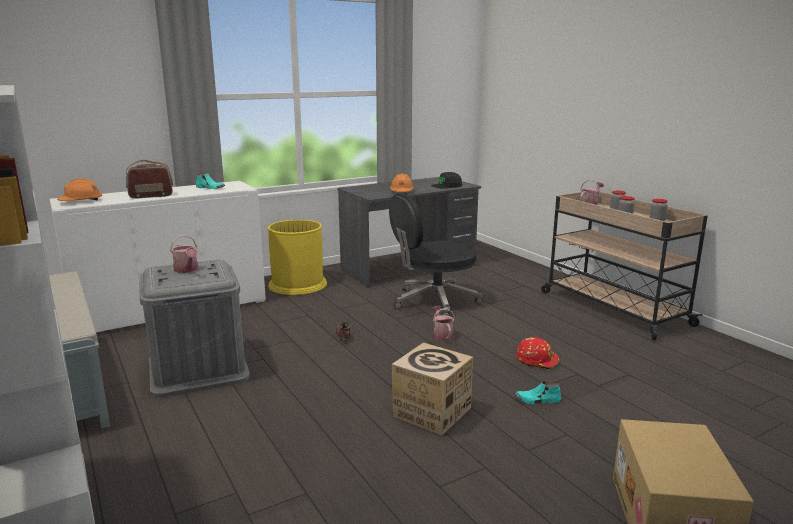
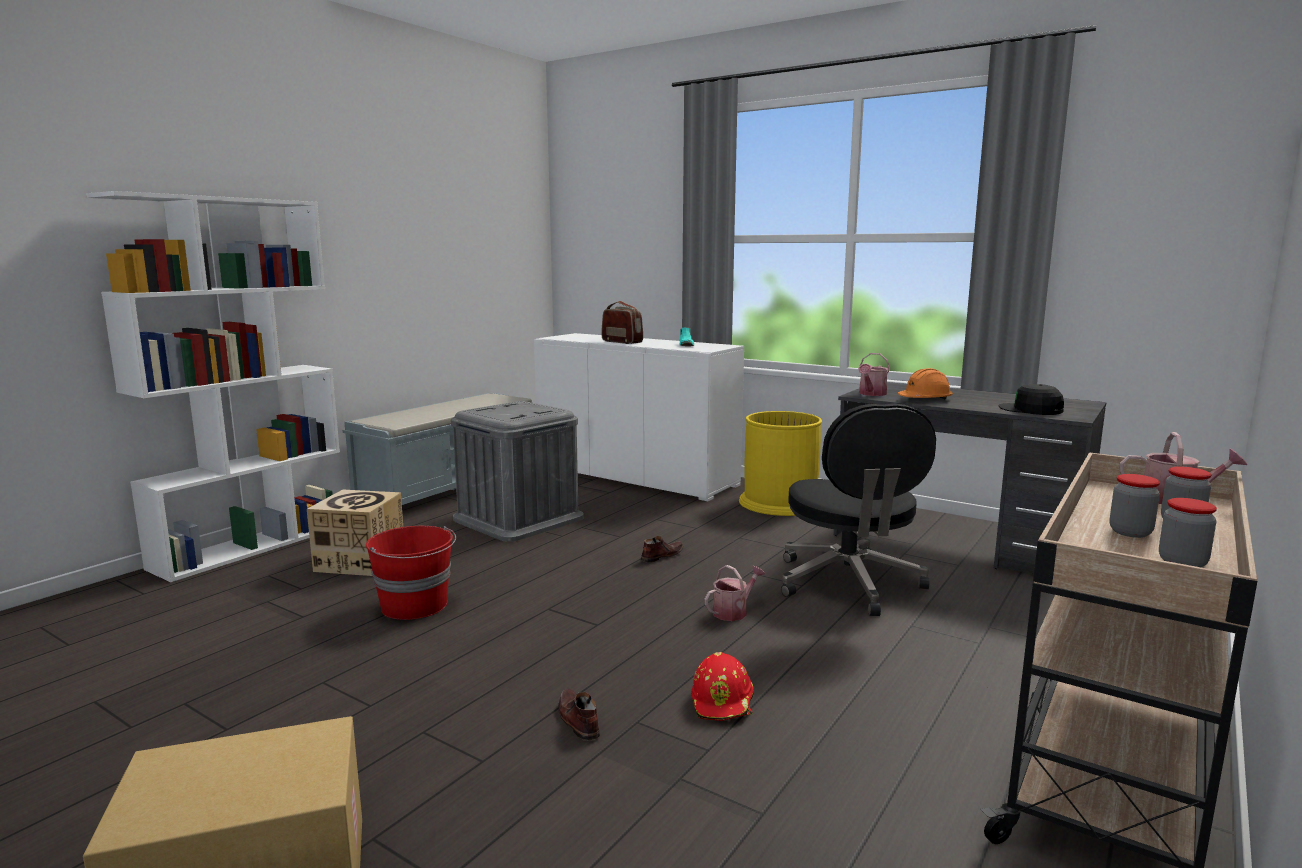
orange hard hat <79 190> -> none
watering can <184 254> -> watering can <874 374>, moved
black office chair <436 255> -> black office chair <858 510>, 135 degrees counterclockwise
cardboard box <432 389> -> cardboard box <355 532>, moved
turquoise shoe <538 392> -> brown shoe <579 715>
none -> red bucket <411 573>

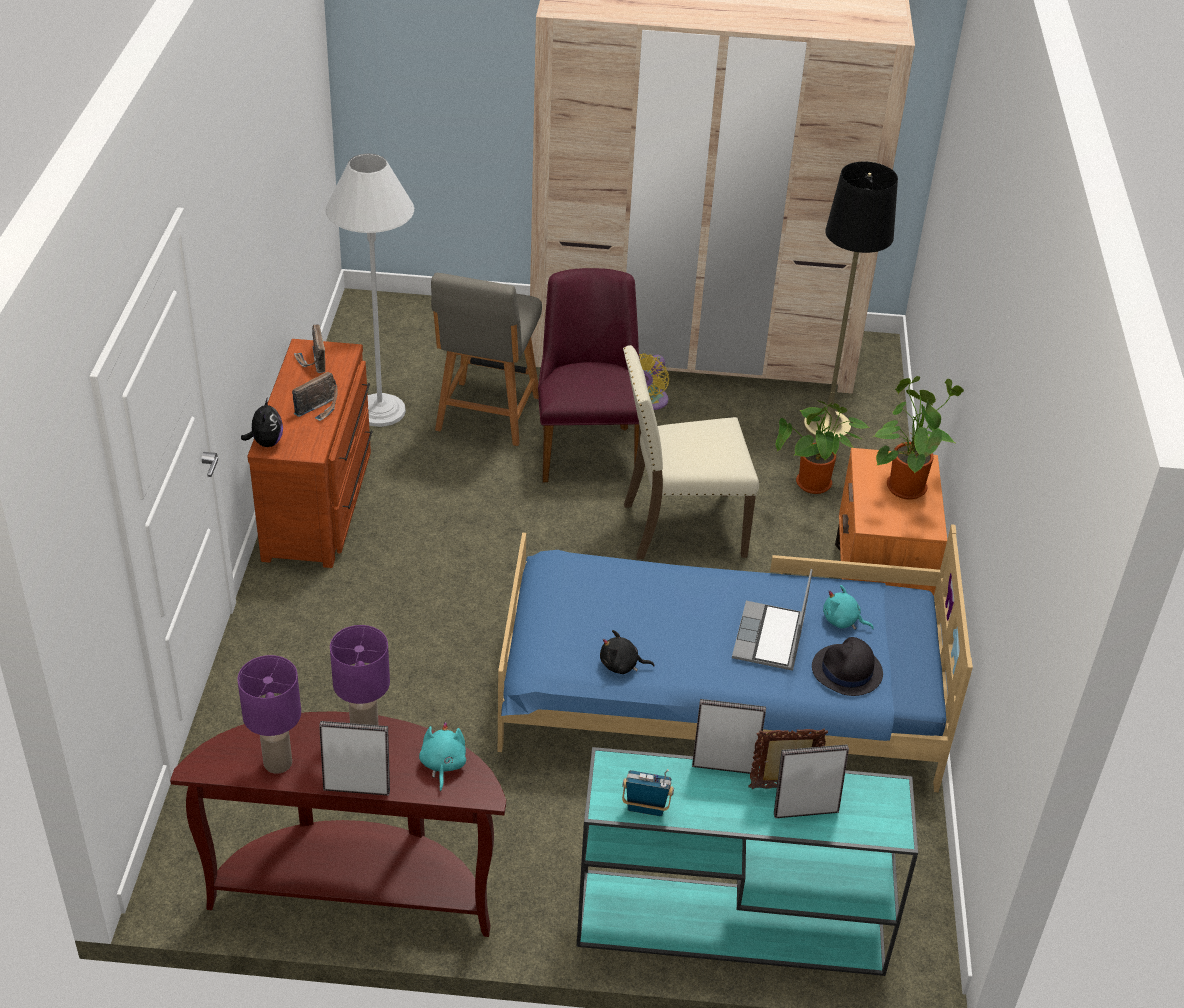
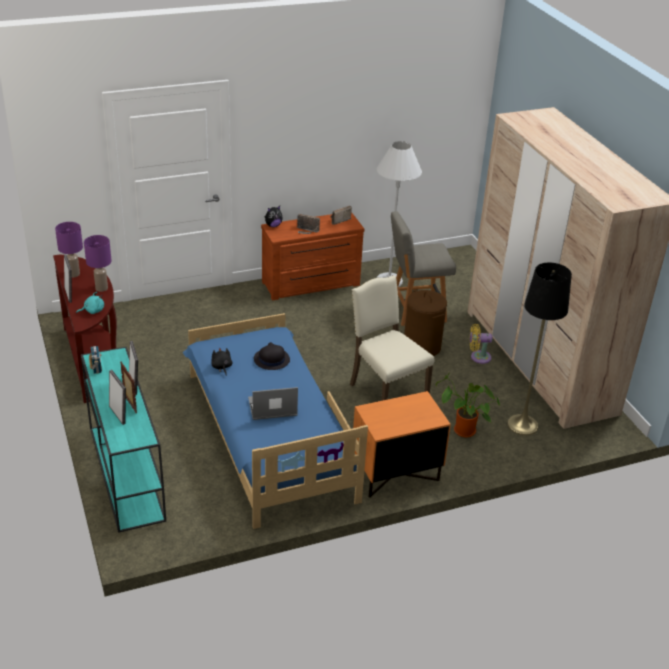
purple chair <589 375> -> brown laundry basket <425 323>
black hat <847 666> -> black hat <272 356>, moved
turquoise plush toy <848 607> -> none
potted plant <919 438> -> none

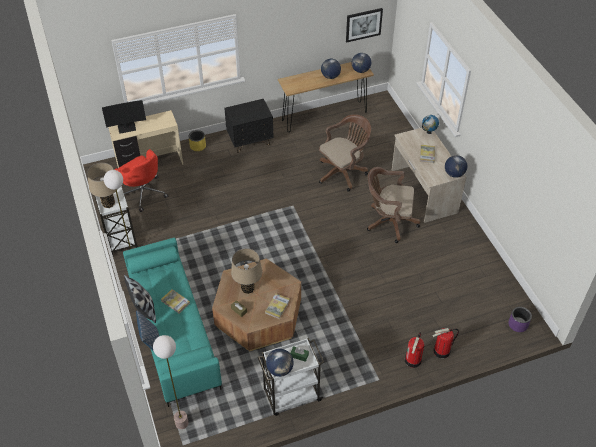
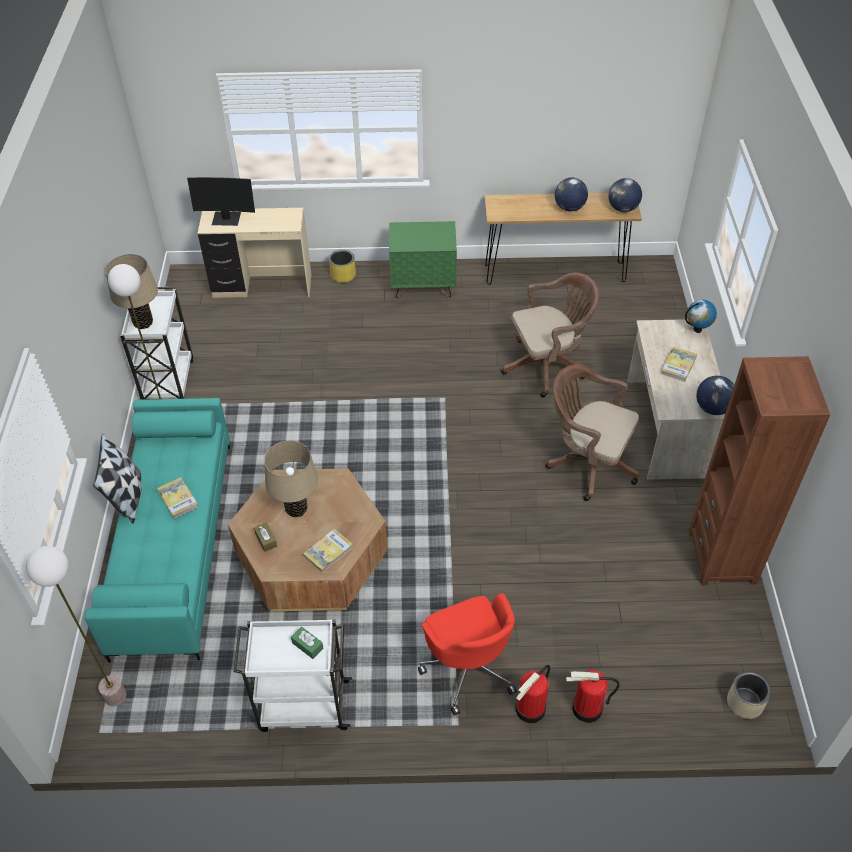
red office chair <141 180> -> red office chair <467 654>, moved
pillow <147 330> -> none
black nightstand <249 126> -> green nightstand <423 259>
globe <280 363> -> none
picture <364 25> -> none
purple planter <520 319> -> beige planter <749 695>
none -> brown bookcase <759 470>

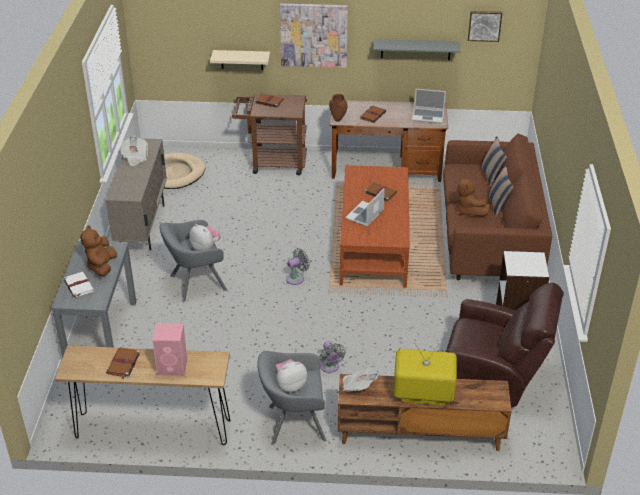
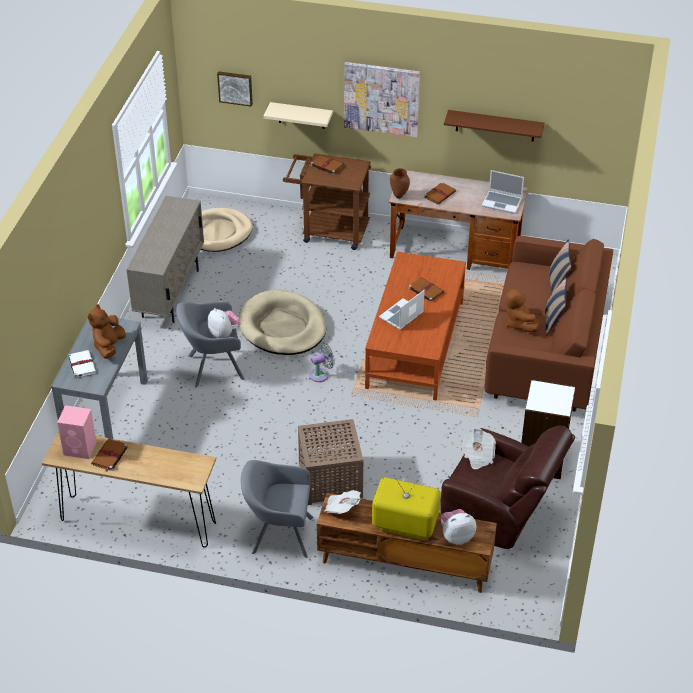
newspaper <134 151> -> newspaper <478 449>, moved
pink speaker <169 349> -> pink speaker <77 432>, moved
plush toy <291 375> -> plush toy <458 526>, moved
grey fan <333 357> -> brown side table <330 462>
grey shelf <416 49> -> brown shelf <494 126>
picture <485 26> -> picture <235 89>, moved
none -> beige dog bed <282 322>

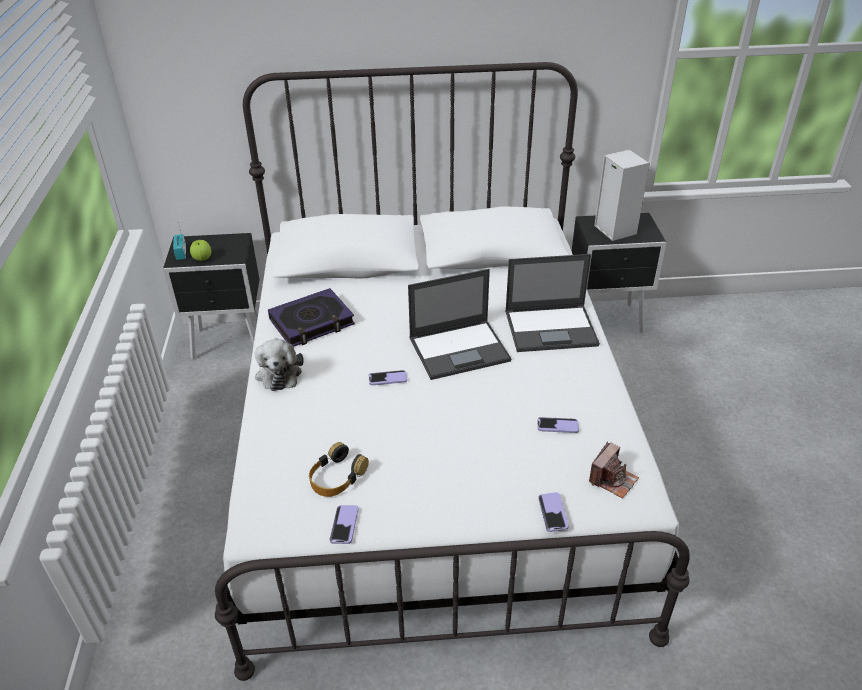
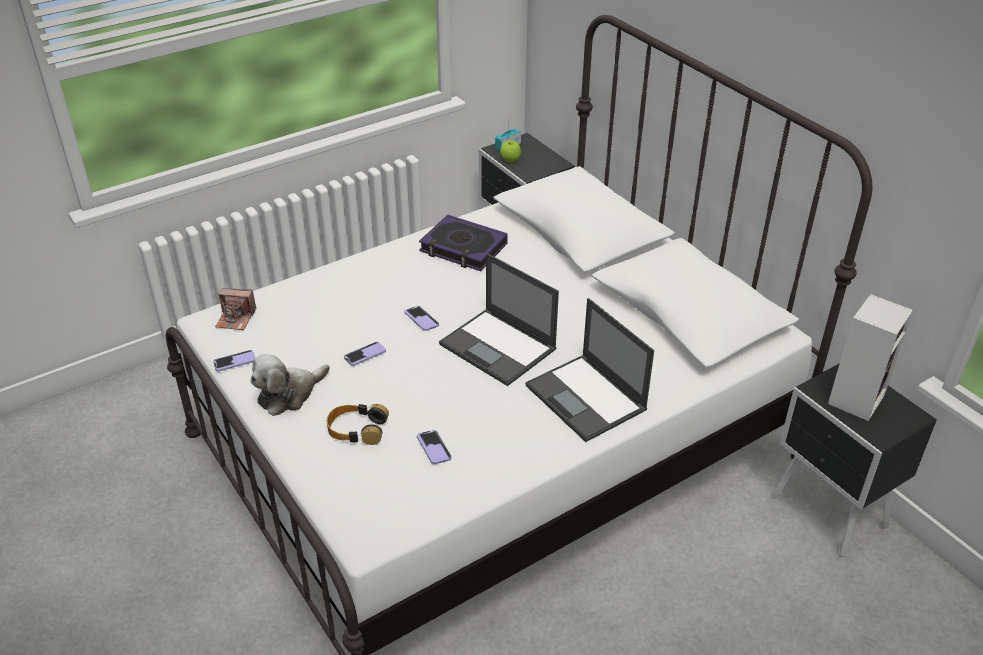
plush toy <279 364> -> plush toy <290 385>, moved
headphones <339 469> -> headphones <358 424>, moved
phone <553 512> -> phone <365 354>, moved
photo camera <614 470> -> photo camera <235 309>, moved

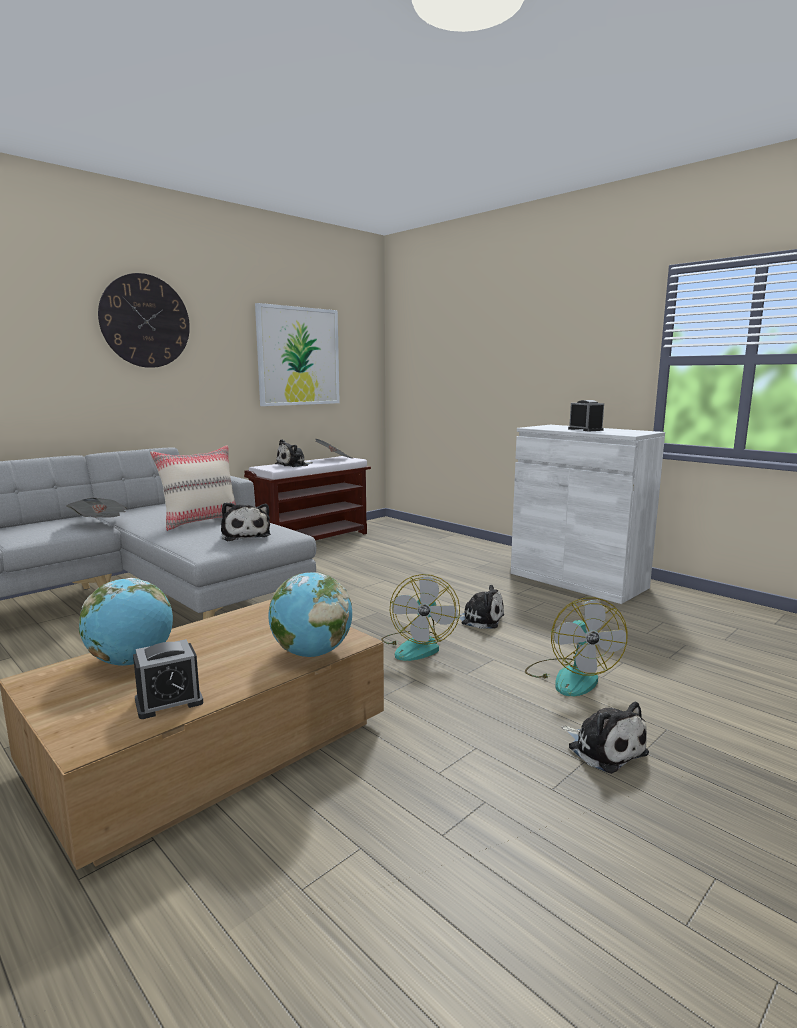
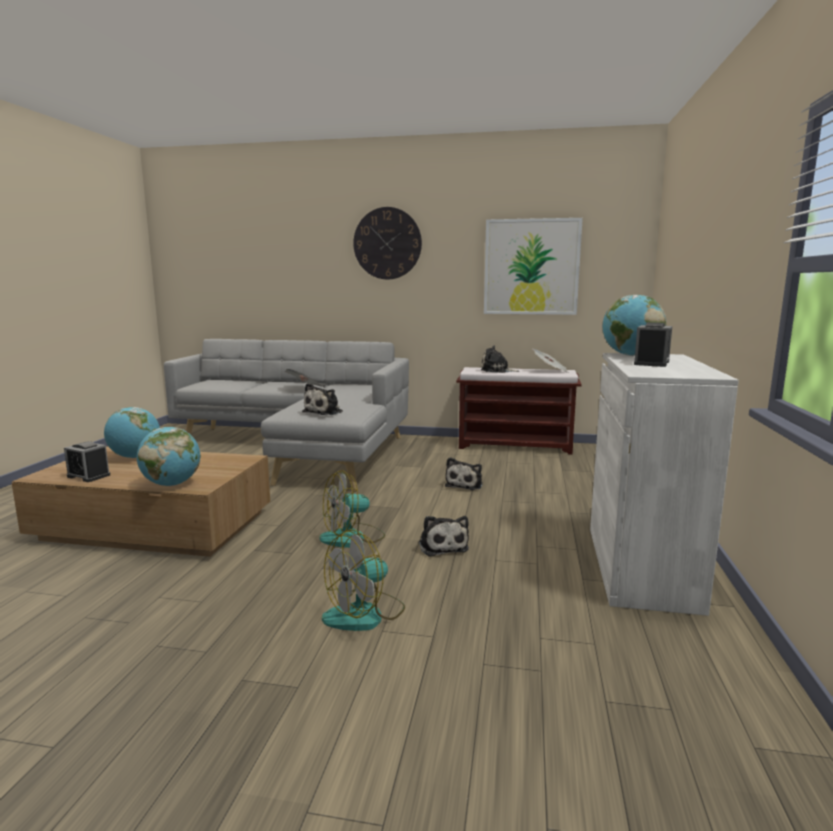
beige pillow <193 488> -> none
plush toy <605 738> -> plush toy <464 473>, moved
none -> globe <635 325>

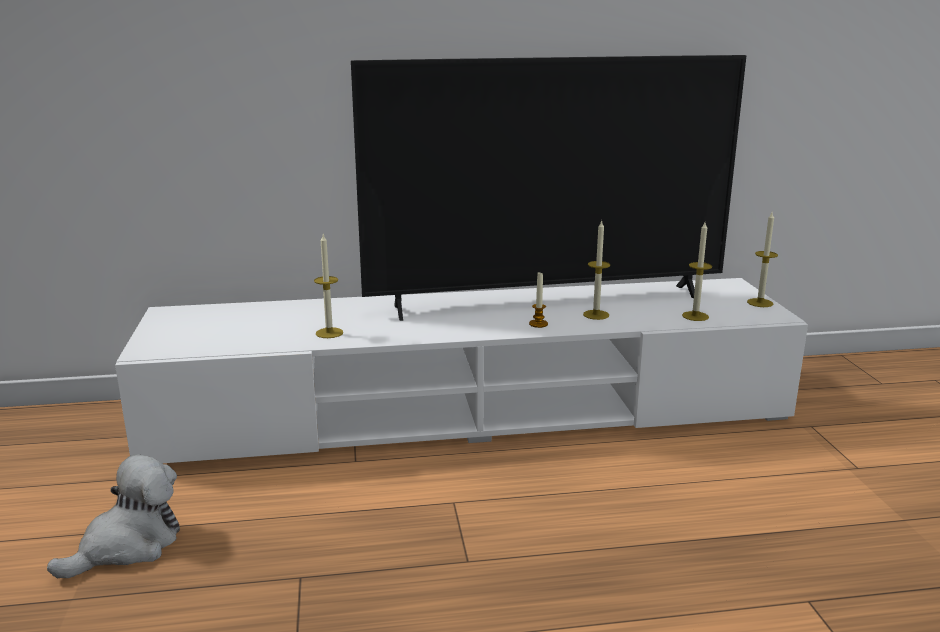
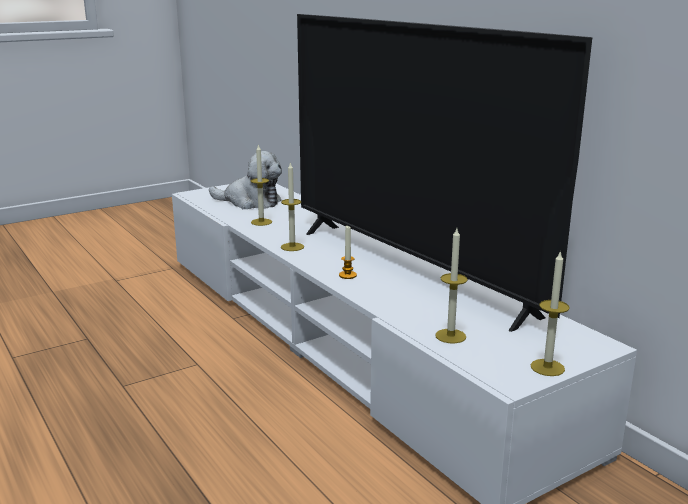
plush toy <113 516> -> plush toy <245 180>, moved
candle <596 270> -> candle <292 207>, moved

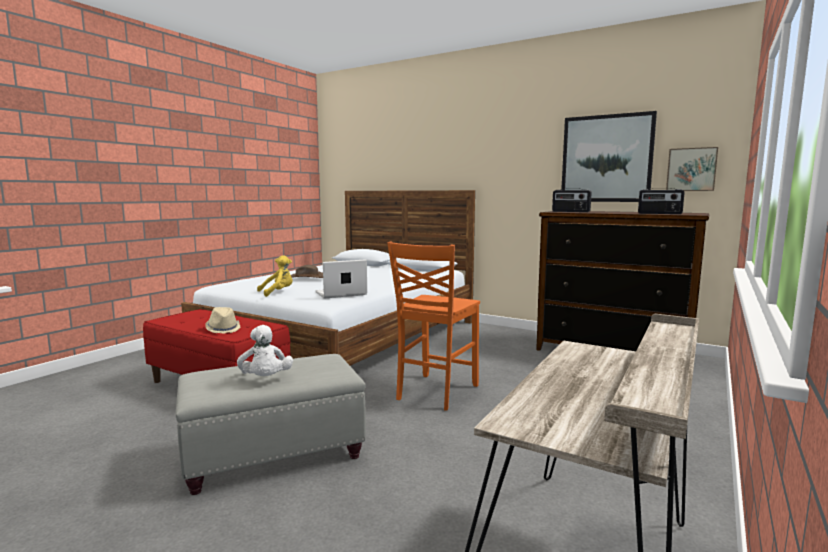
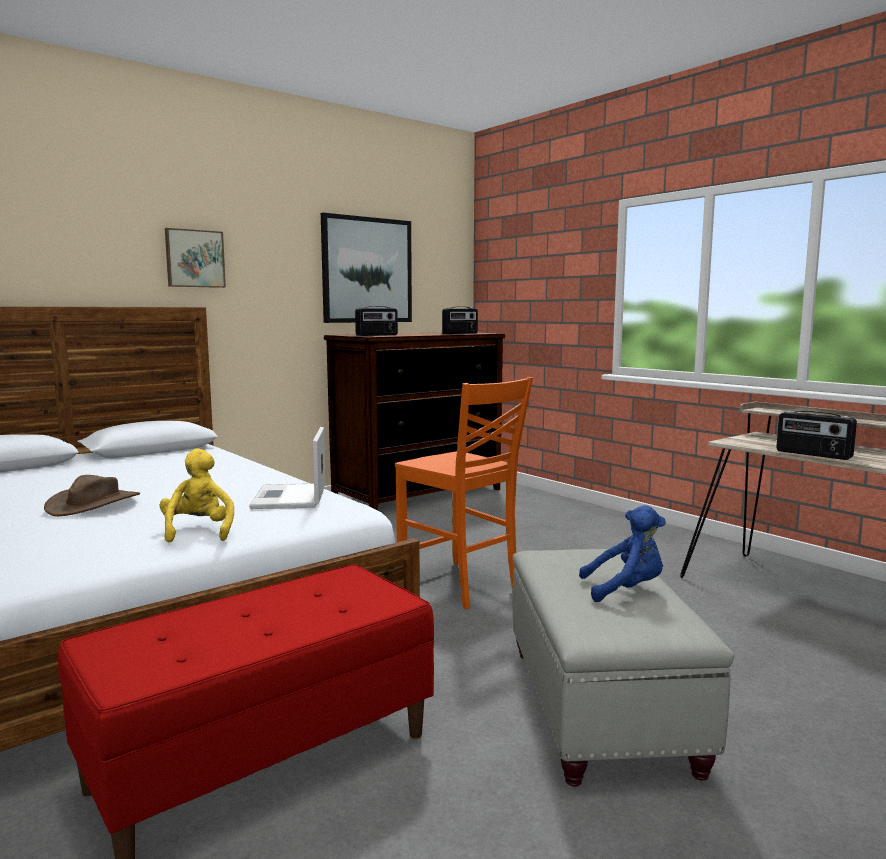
beige hat <223 320> -> none
white plush toy <265 350> -> blue plush toy <622 553>
picture <692 169> -> picture <195 258>, moved
none -> radio <816 435>

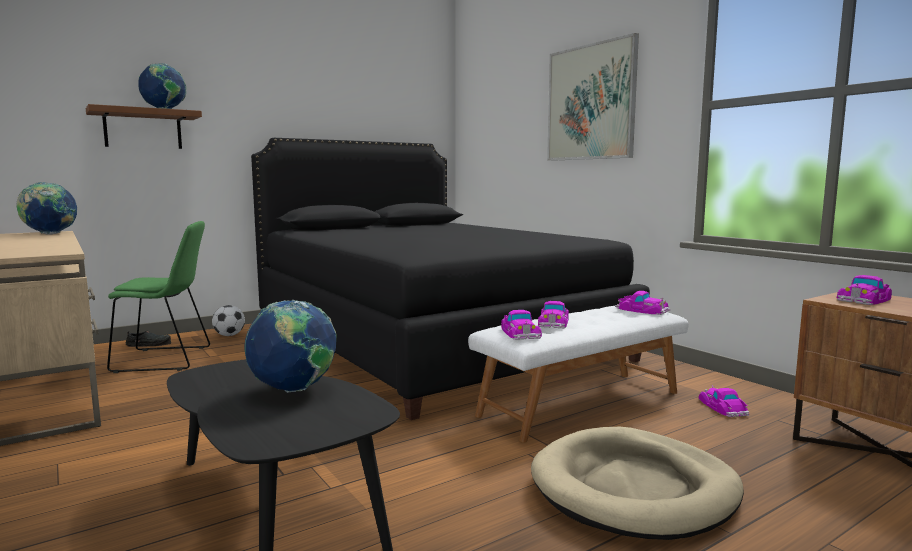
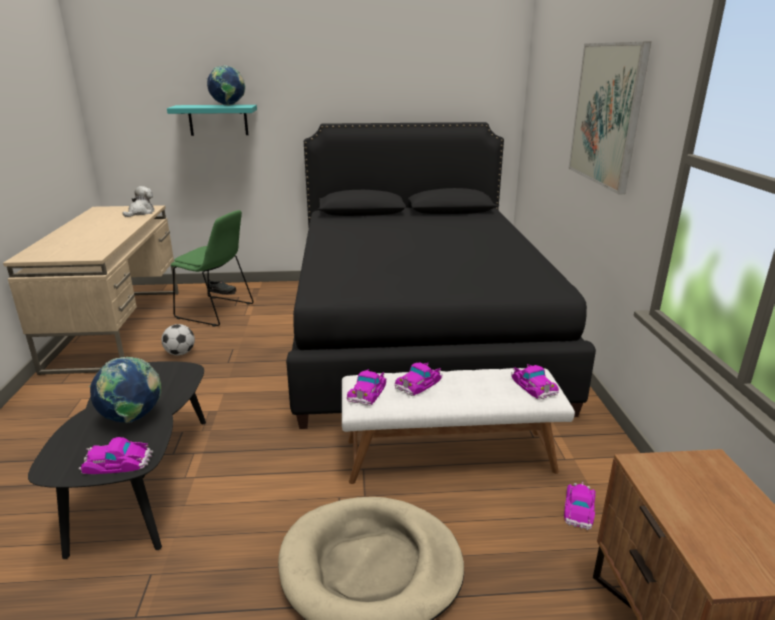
globe <46 208> -> plush toy <138 201>
brown shelf <144 126> -> turquoise shelf <212 120>
football <228 320> -> football <178 339>, moved
toy car <864 290> -> toy car <115 455>, moved

